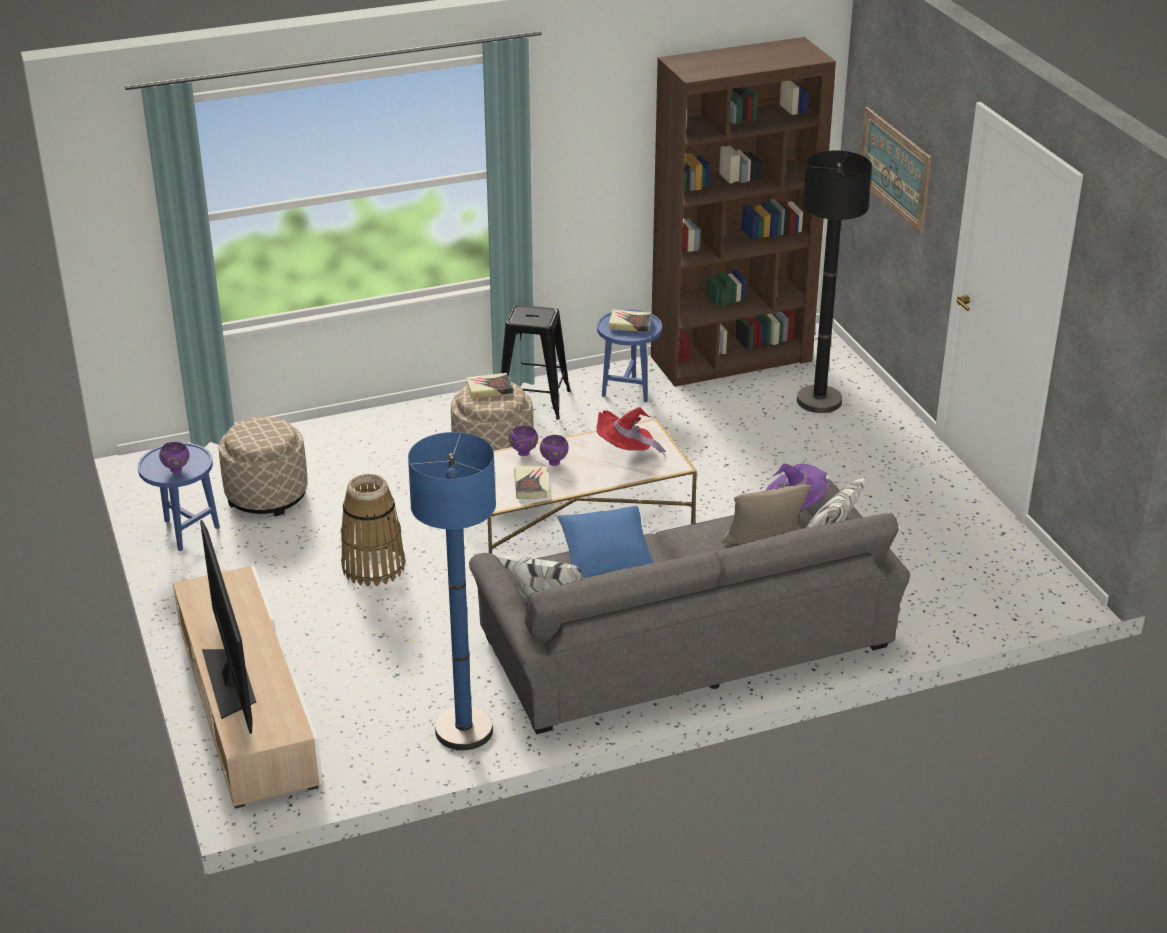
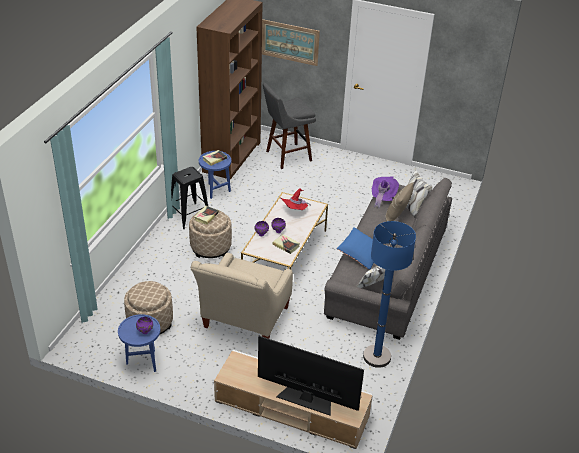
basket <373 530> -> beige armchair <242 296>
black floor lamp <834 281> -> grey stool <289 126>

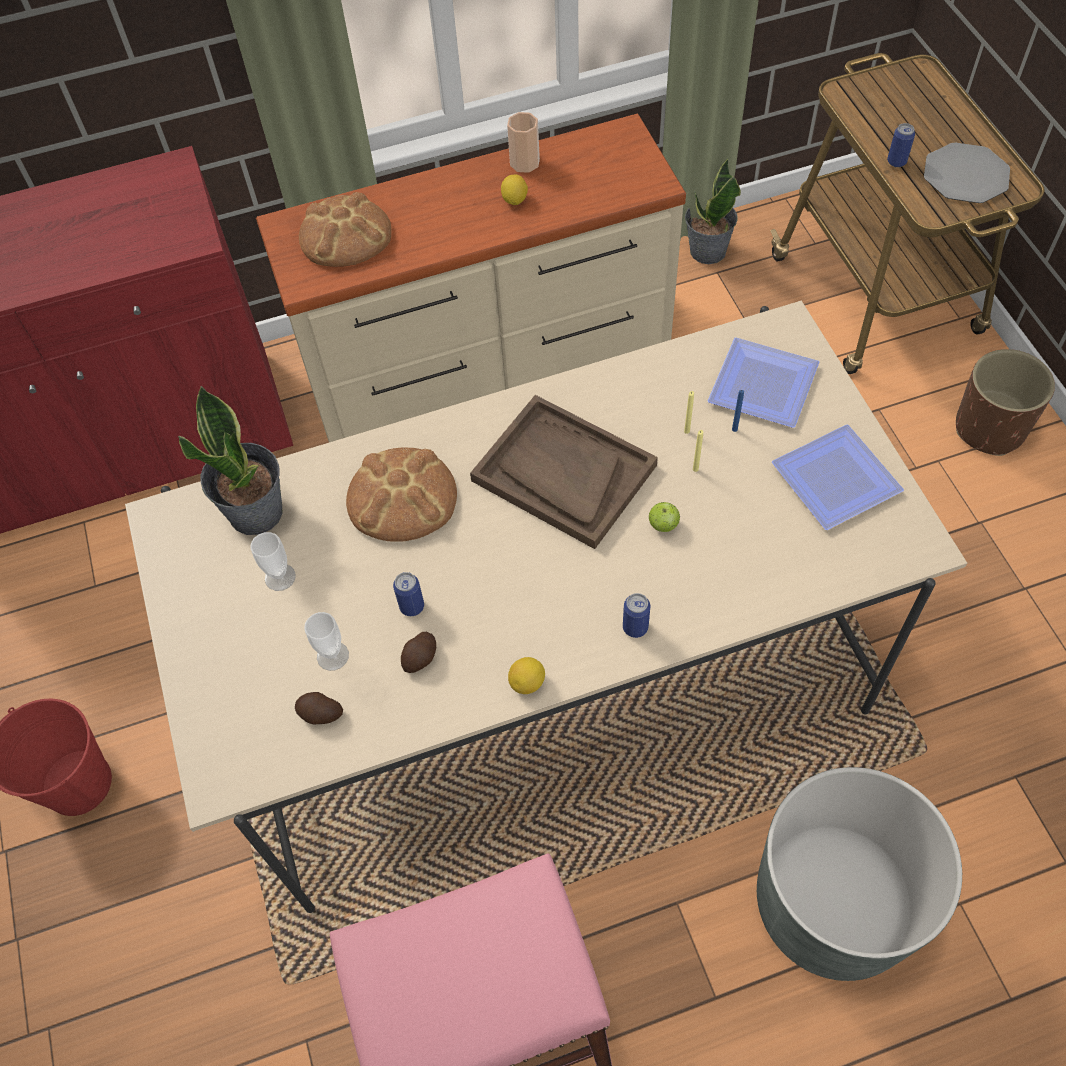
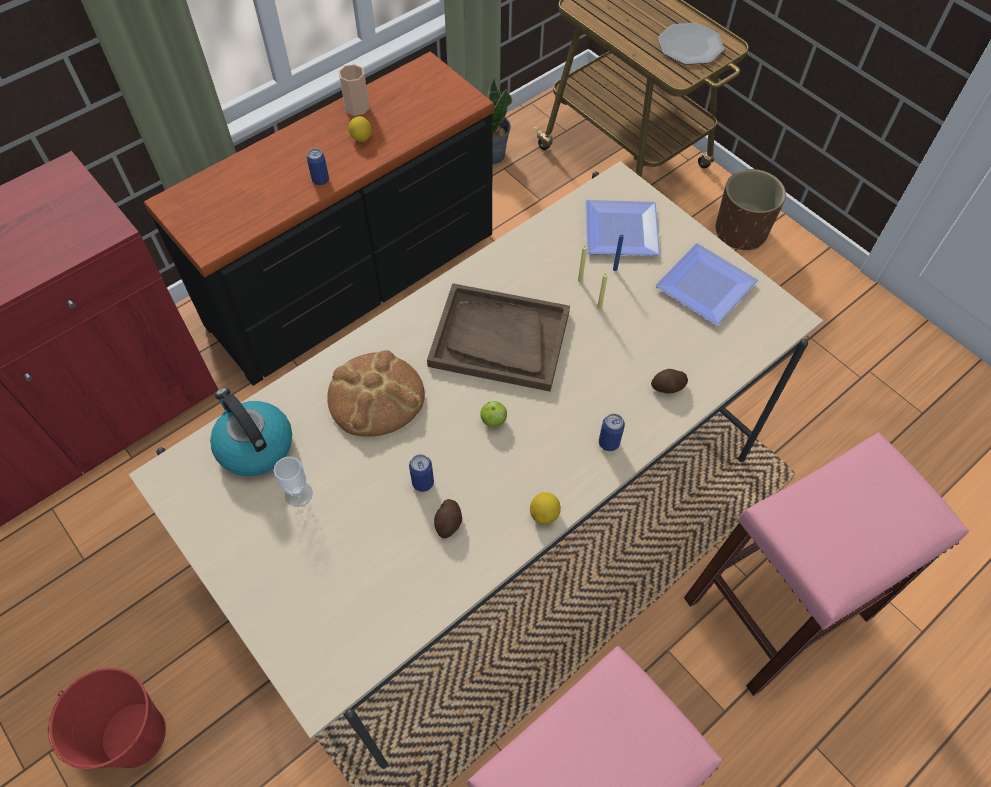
potted plant <230 460> -> kettle <251 431>
beige dresser <471 277> -> black dresser <319 218>
potato <319 708> -> potato <669 381>, moved
bread <345 229> -> none
cup <326 641> -> none
apple <664 517> -> apple <493 414>, moved
grey planter <859 874> -> pink stool <826 564>
can <901 145> -> can <318 166>, moved

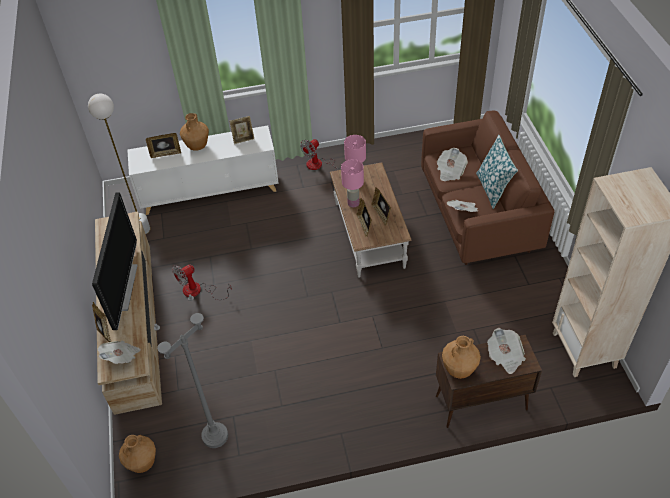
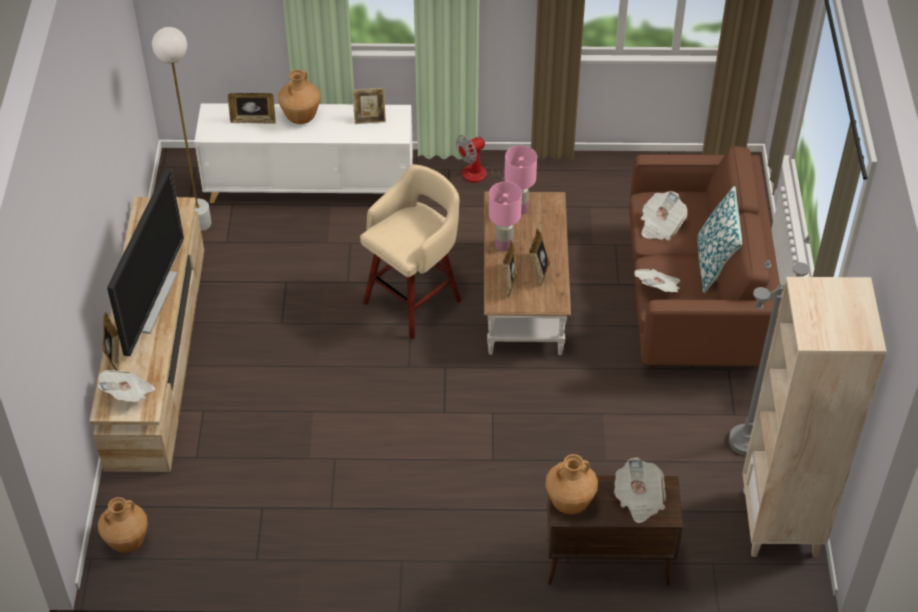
grey floor lamp <191 371> -> grey floor lamp <770 345>, moved
fan <202 282> -> none
none -> beige stool <410 252>

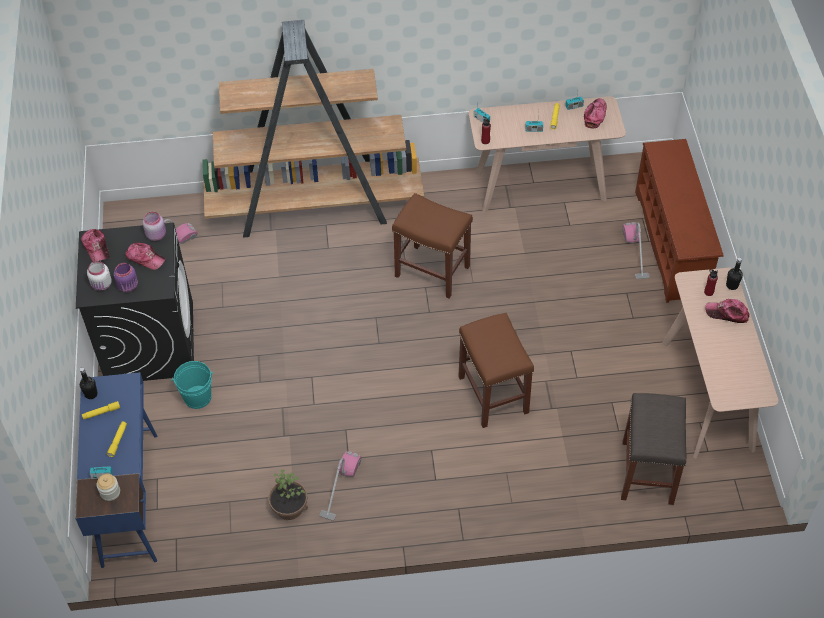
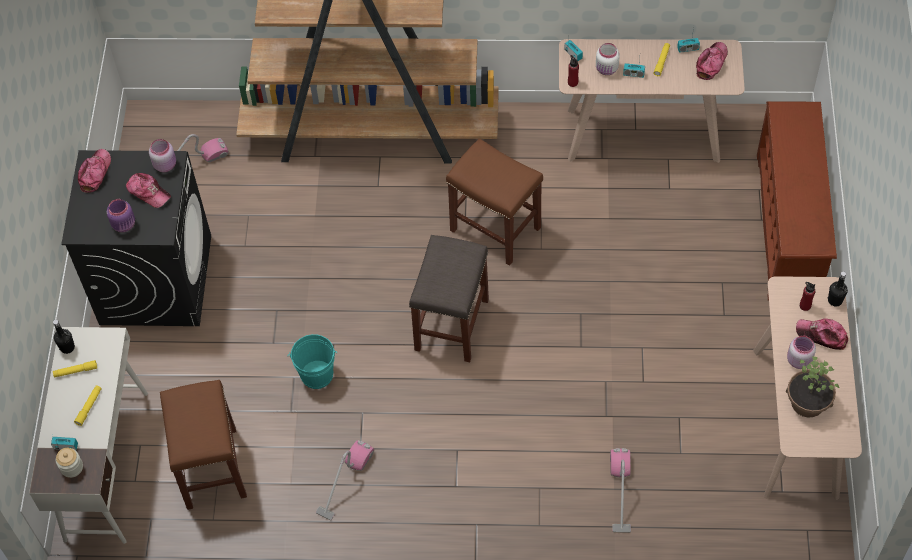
blue desk <116 470> -> white desk <88 435>
cap <95 245> -> cap <94 171>, 150 degrees counterclockwise
white jar <99 276> -> white jar <608 59>, moved
turquoise bucket <192 385> -> turquoise bucket <312 361>, moved
potted plant <288 495> -> potted plant <813 387>, moved
brown stool <496 370> -> brown stool <203 445>, moved
grey stool <653 449> -> grey stool <449 298>, moved
vacuum cleaner <636 250> -> vacuum cleaner <620 490>, moved
none -> pink jar <801 352>

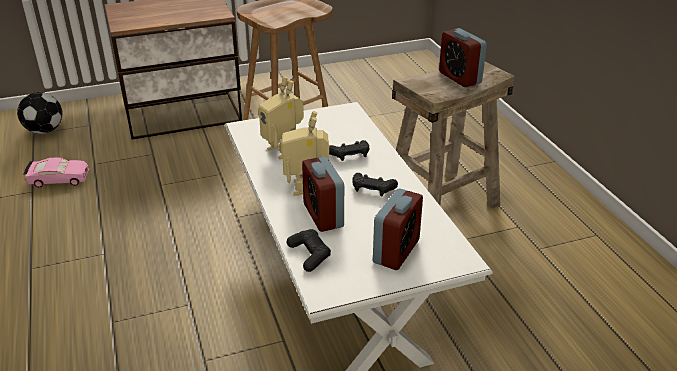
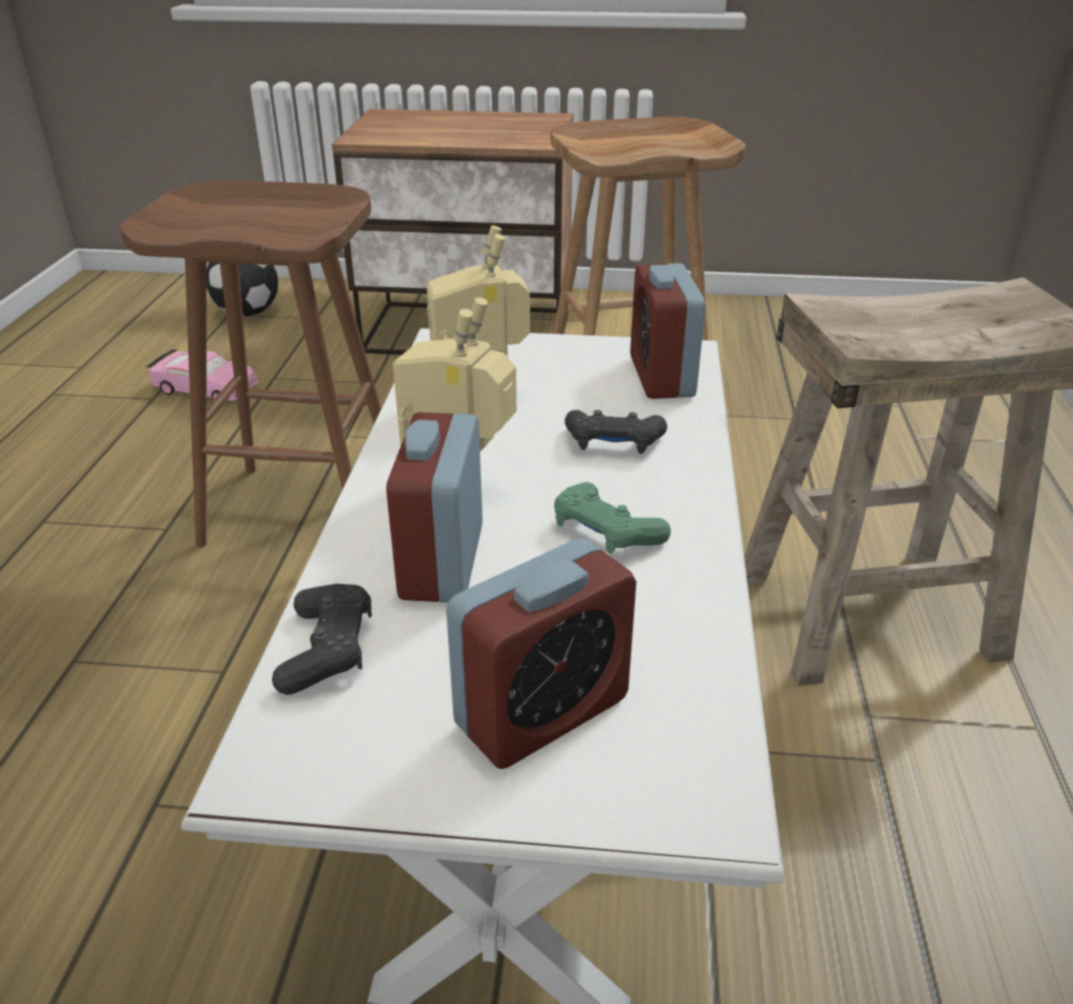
black game controller <375 184> -> green game controller <612 518>
alarm clock <463 57> -> alarm clock <667 331>, moved
none -> brown stool <250 364>

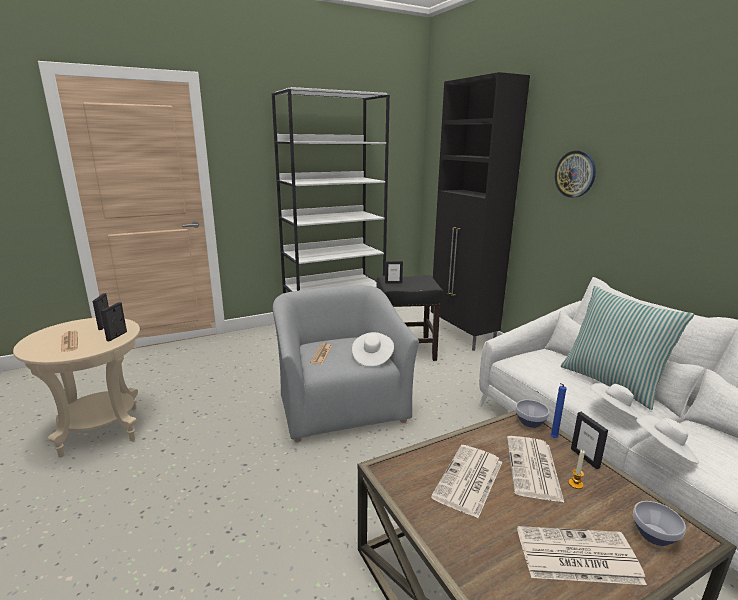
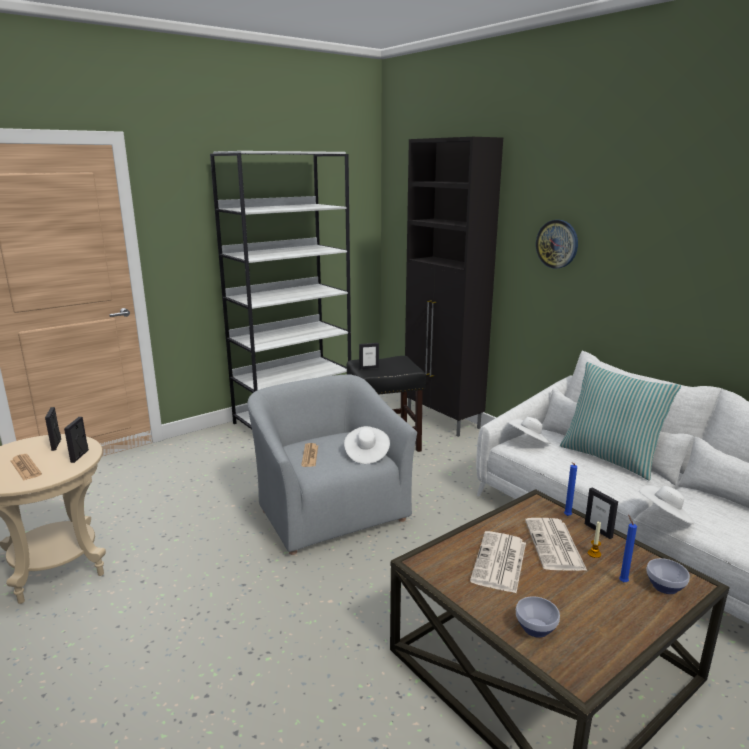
bowl <532 414> -> bowl <538 617>, moved
newspaper <582 555> -> none
white hat <615 400> -> white hat <530 430>, moved
none -> blue candle <628 548>

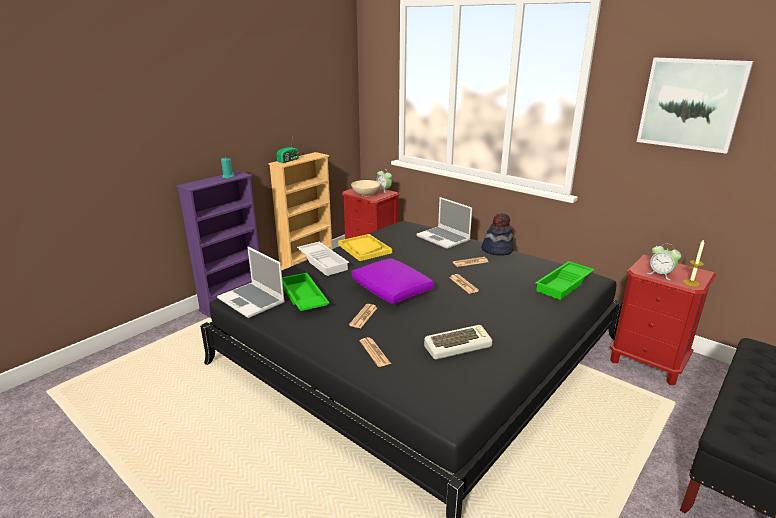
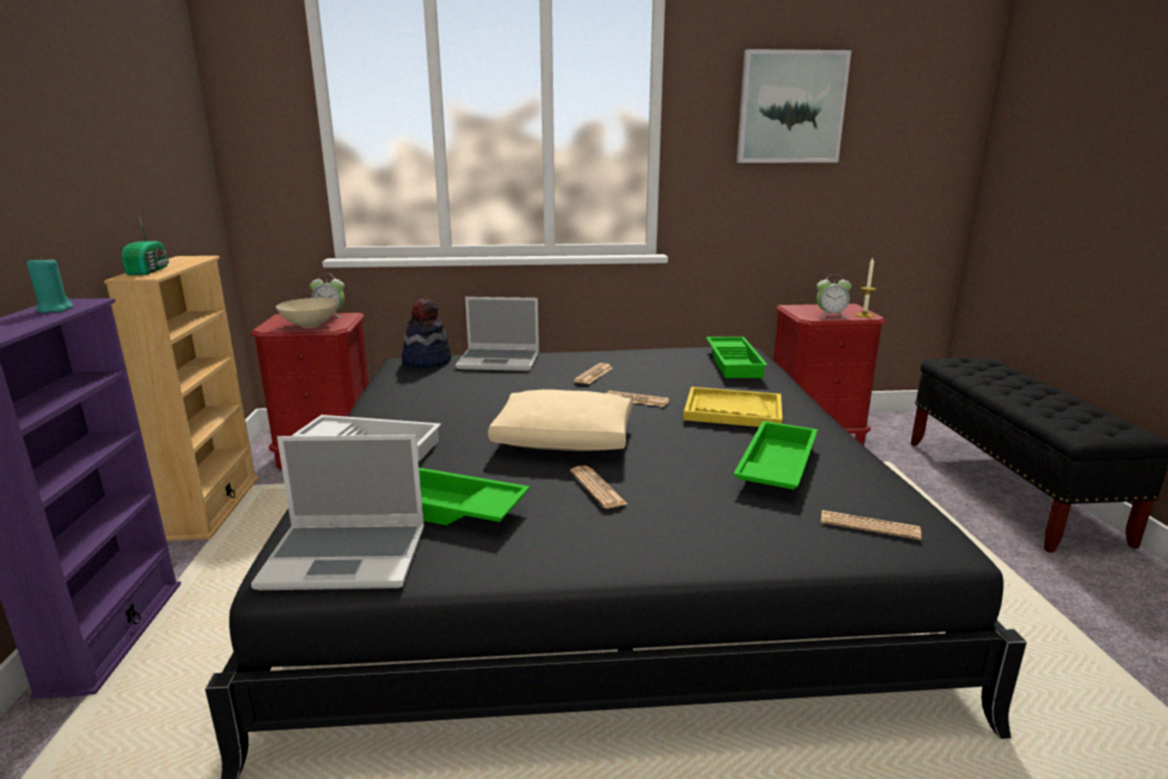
yellow tray <365 247> -> yellow tray <733 407>, moved
purple pillow <392 281> -> beige pillow <560 420>
newspaper <375 352> -> newspaper <871 525>, moved
keyboard <458 342> -> green tray <775 455>
hat <497 234> -> hat <426 333>, moved

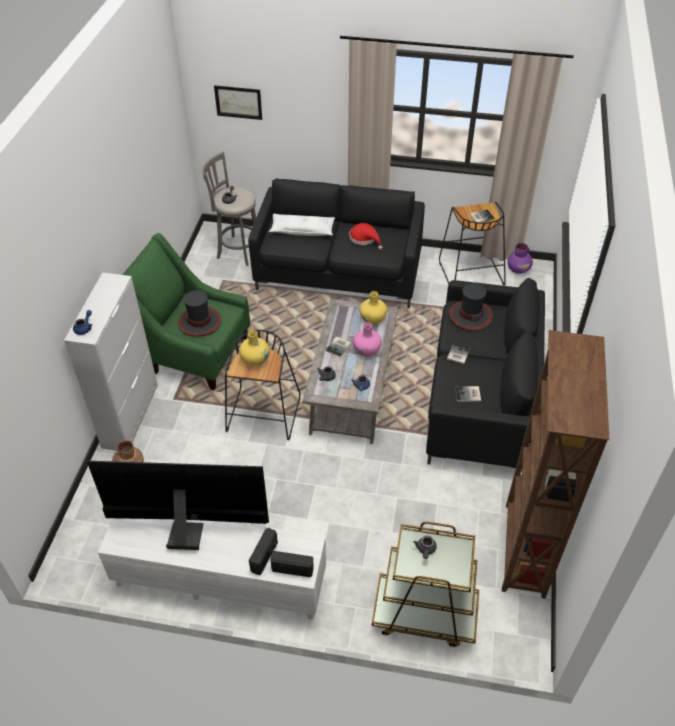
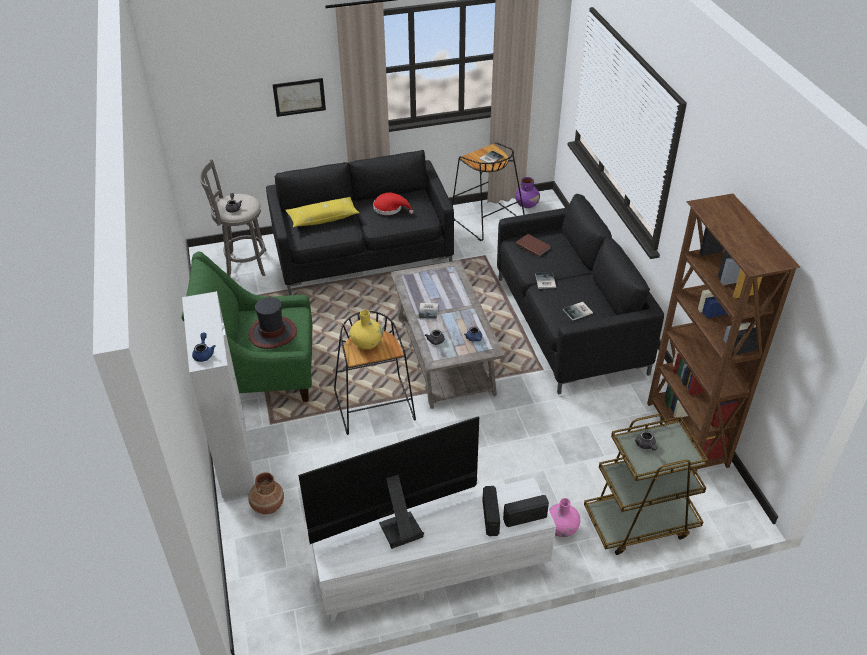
picture <238 102> -> picture <299 97>, moved
white pillow <302 225> -> yellow pillow <322 212>
pink vase <367 340> -> pink vase <564 517>, moved
yellow vase <373 307> -> none
hat <471 307> -> brown book <533 245>

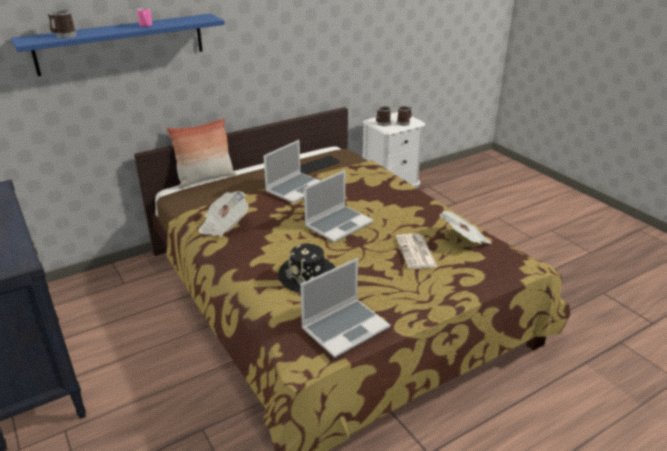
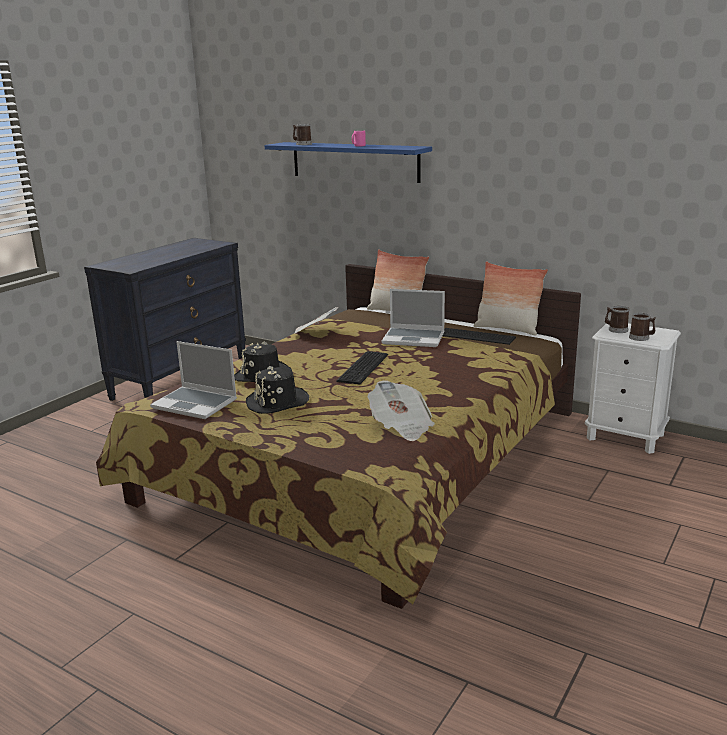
laptop <338 206> -> keyboard <362 367>
newspaper <416 251> -> none
none -> black hat <277 390>
none -> pillow <511 298>

